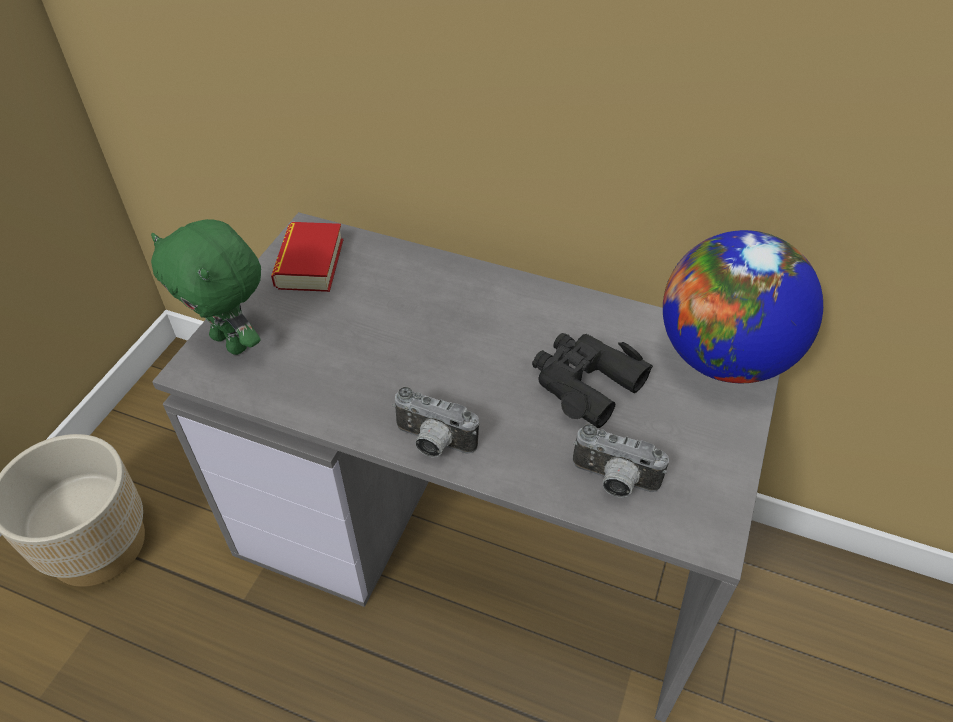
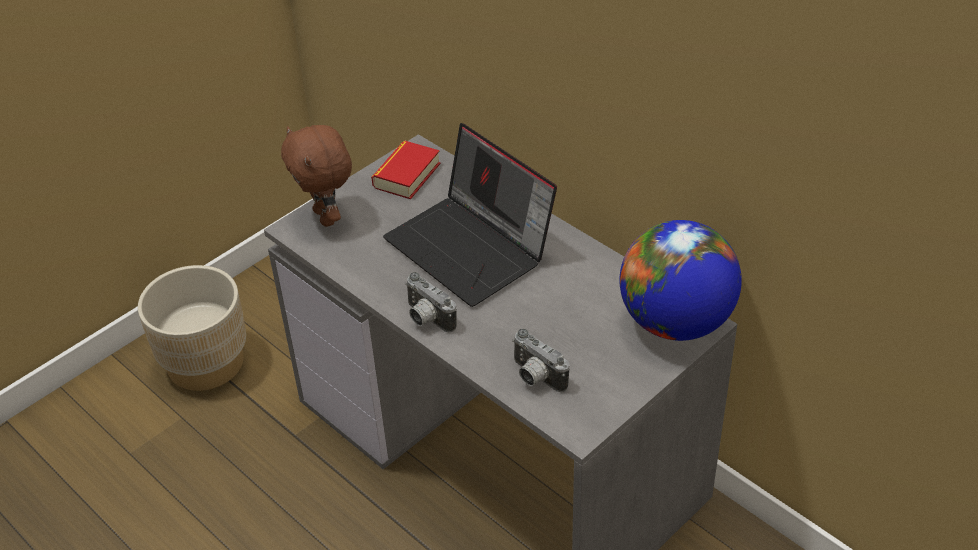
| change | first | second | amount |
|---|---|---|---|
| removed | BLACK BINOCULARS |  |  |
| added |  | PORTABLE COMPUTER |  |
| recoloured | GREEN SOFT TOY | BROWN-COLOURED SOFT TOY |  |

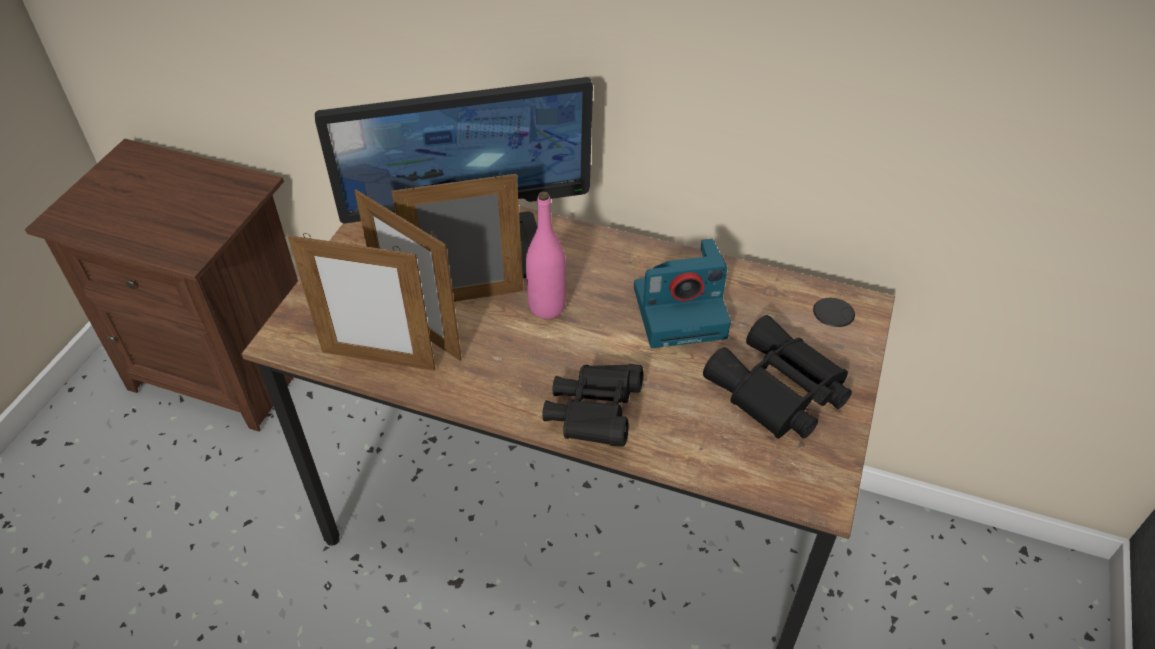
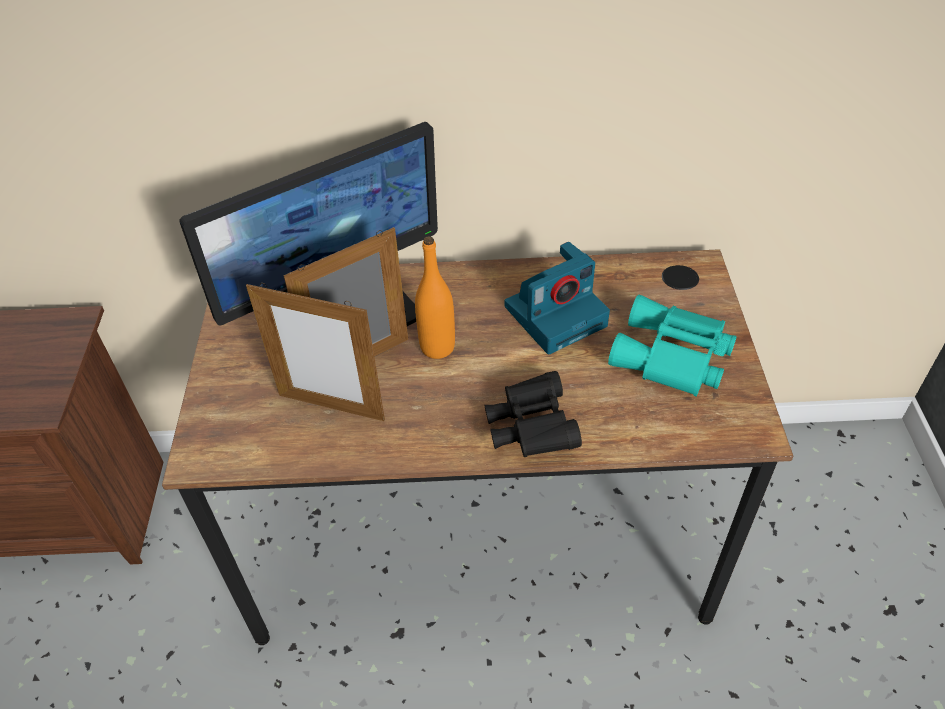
| change | first | second | amount |
|---|---|---|---|
| removed | STANDING FRAME (1st from left) |  |  |
| recoloured | PINKISH BOTTLE | ORANGEY BOTTLE |  |
| recoloured | BLACK BINOCULARS (2nd from left) | TURQUOISE BINOCULARS |  |

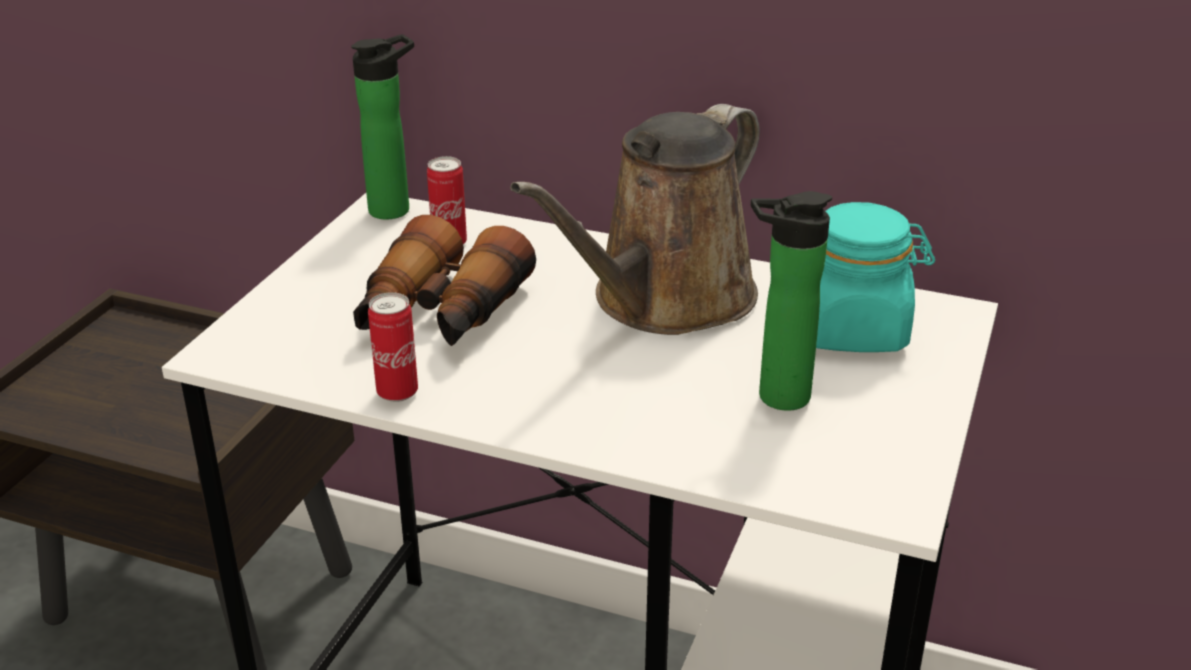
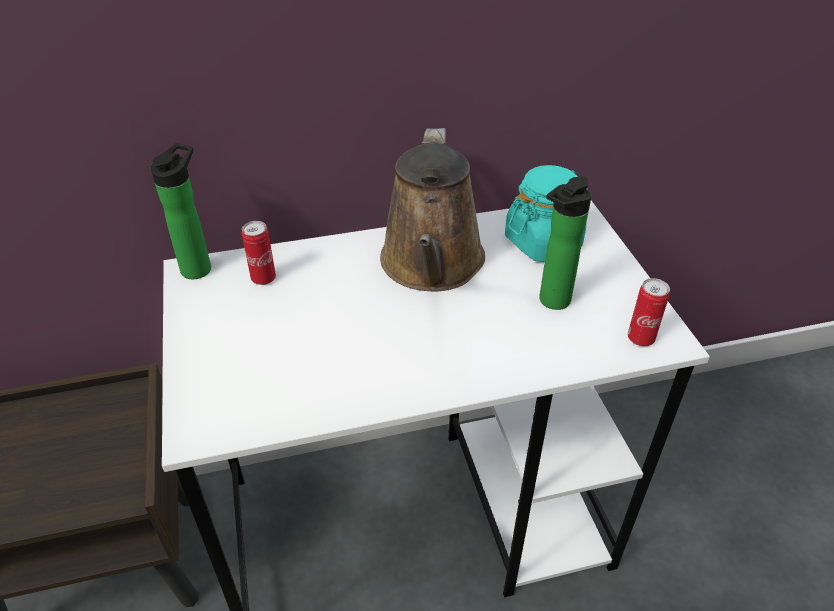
| change | first | second | amount |
|---|---|---|---|
| removed | BINOCULARS |  |  |
| moved | CAN (1st from left in the first image) | CAN (2nd from left) |  |

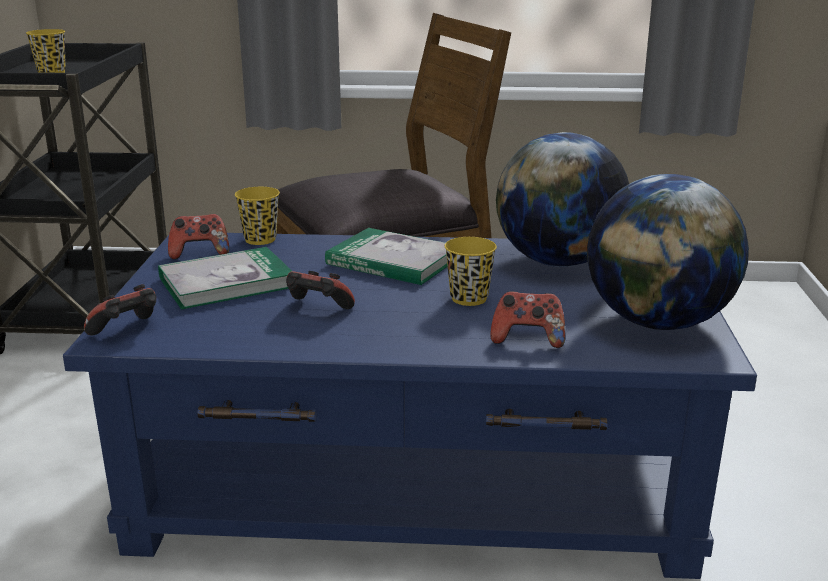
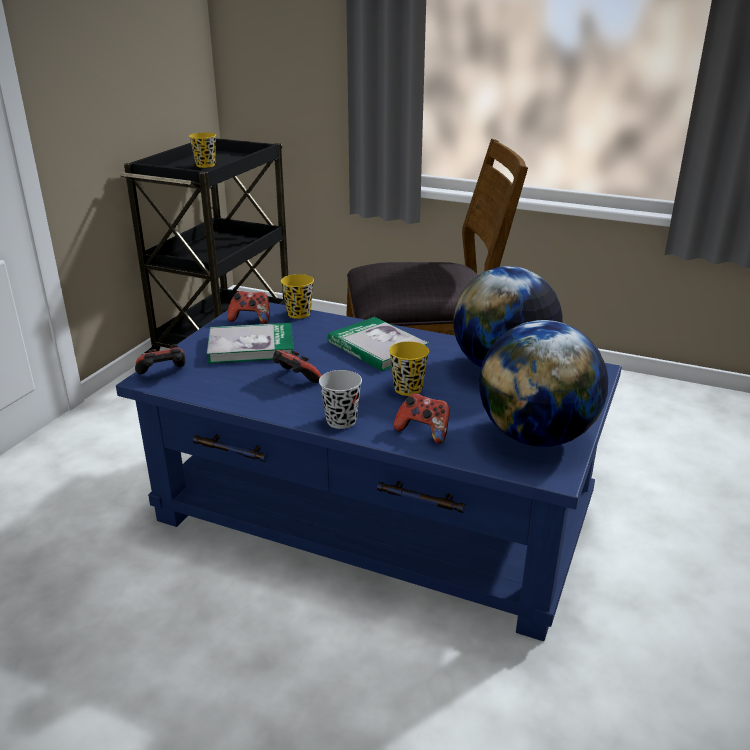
| change | first | second | amount |
|---|---|---|---|
| added |  | BLACK SMALL CUP |  |

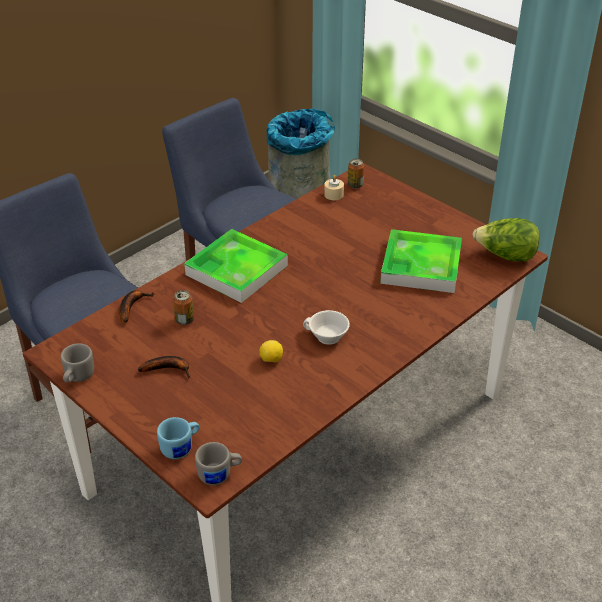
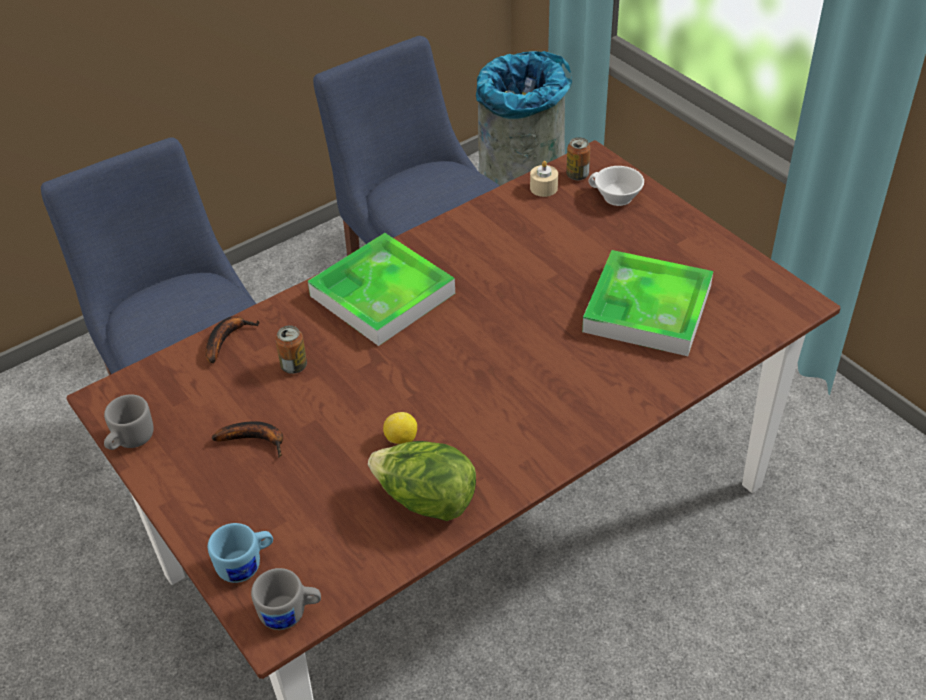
| change | first | second | amount |
|---|---|---|---|
| moved | WHITISH SMALL CUP |  |  |
| moved | LETTUCE |  |  |

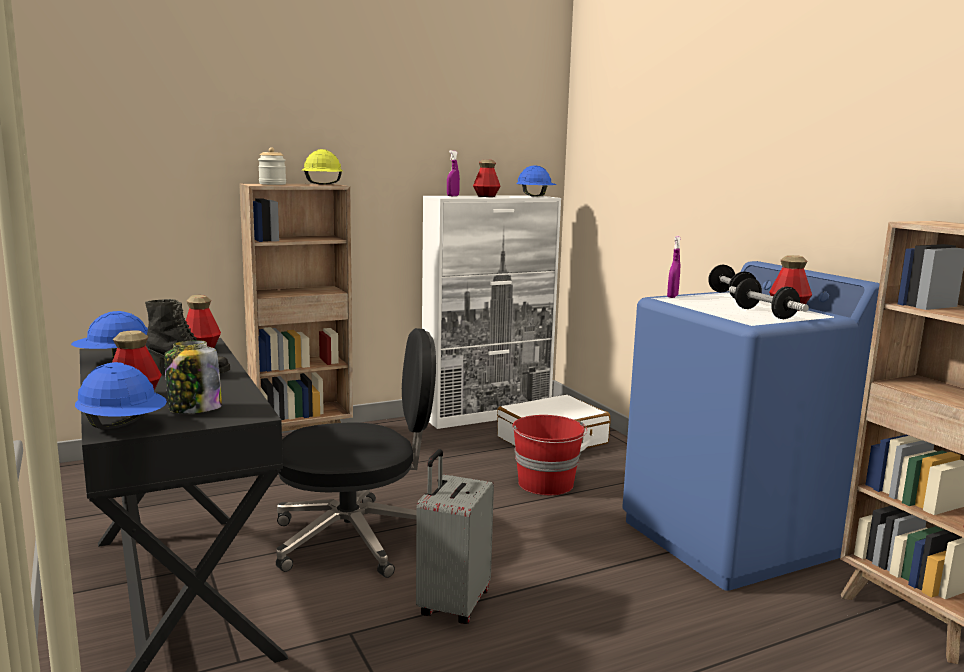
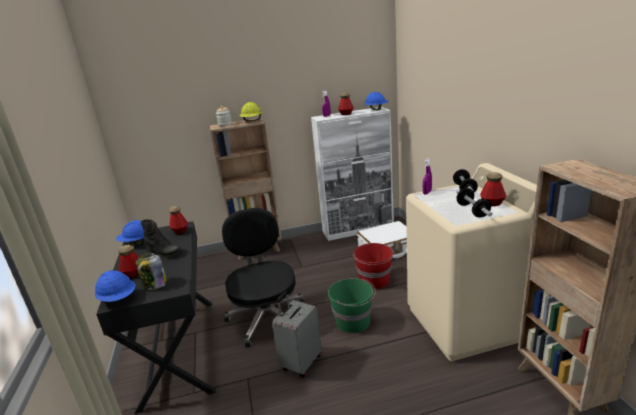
| change | first | second | amount |
|---|---|---|---|
| added |  | GREEN PAIL |  |
| recoloured | BLUE-COLOURED WASHING MACHINE | SAND-COLOURED WASHING MACHINE |  |
| turned | BLACK DESK CHAIR |  | 105 degrees counterclockwise |

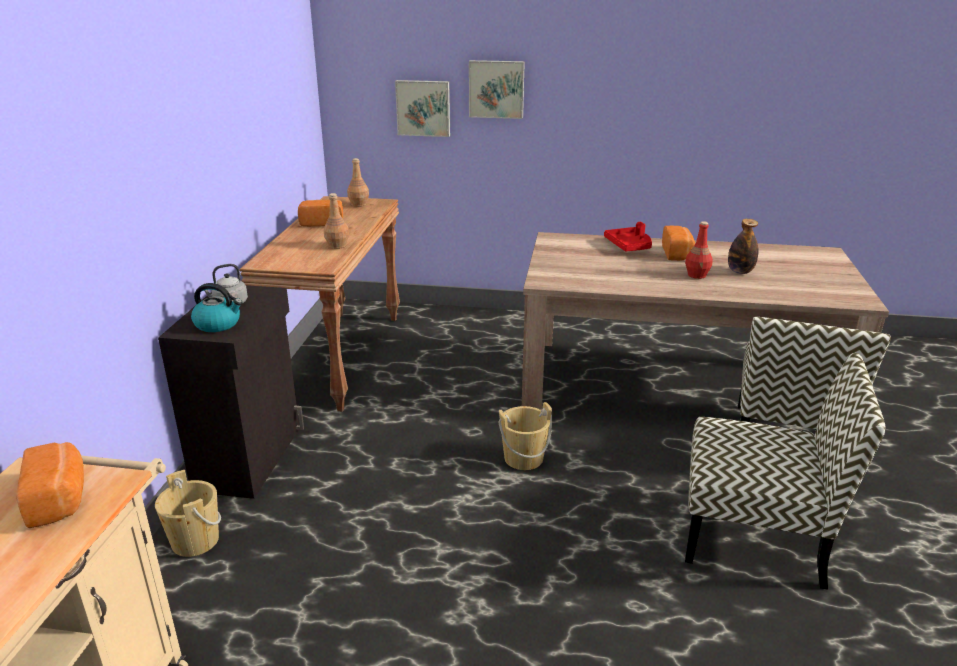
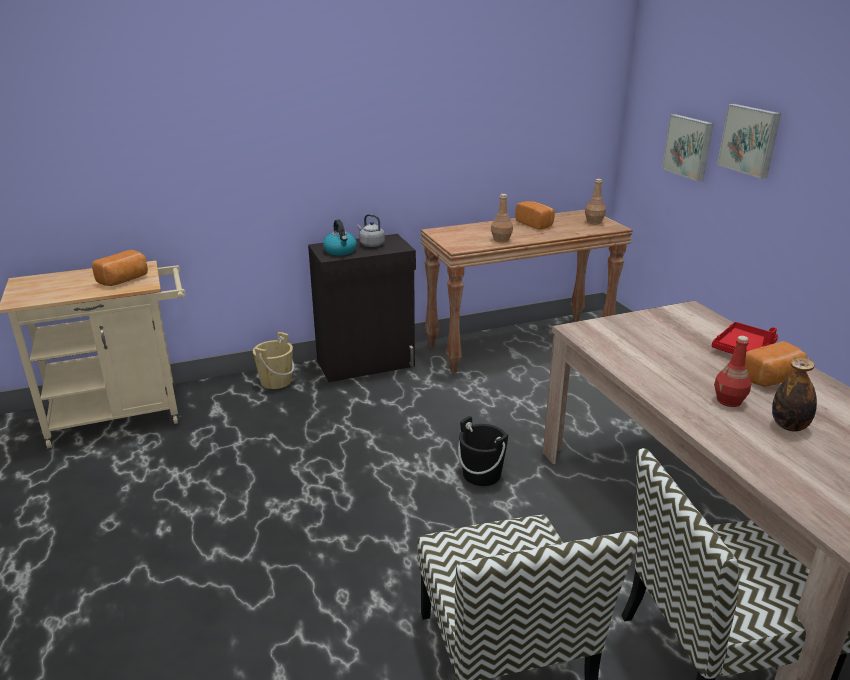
| change | first | second | amount |
|---|---|---|---|
| recoloured | SAND-COLOURED PAIL (2nd from left) | BLACK PAIL |  |

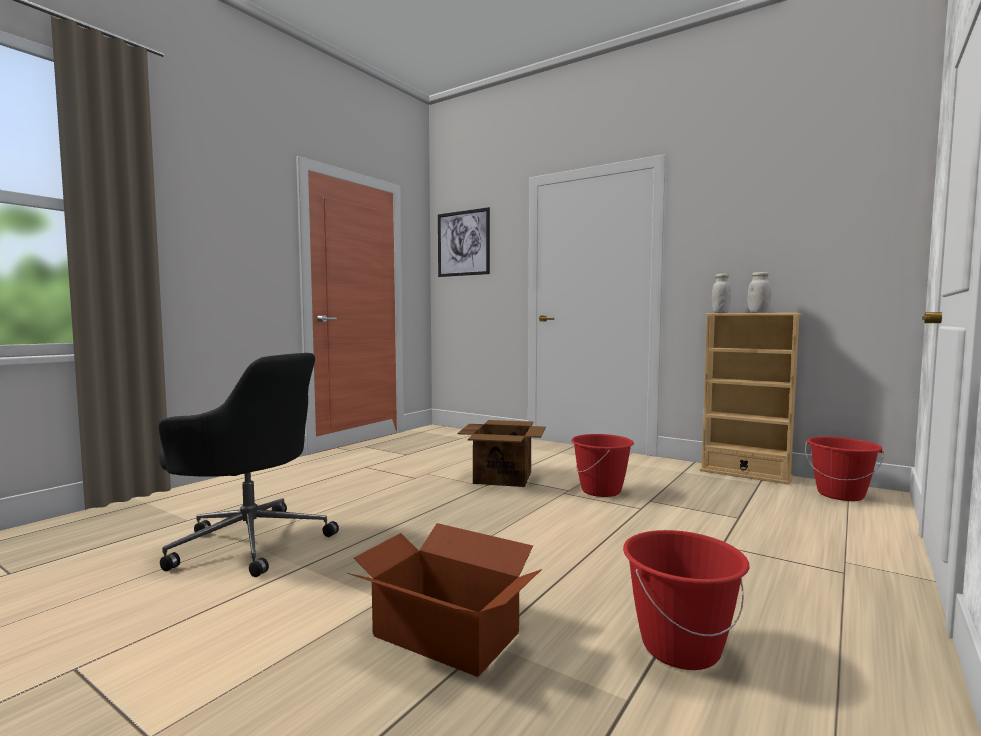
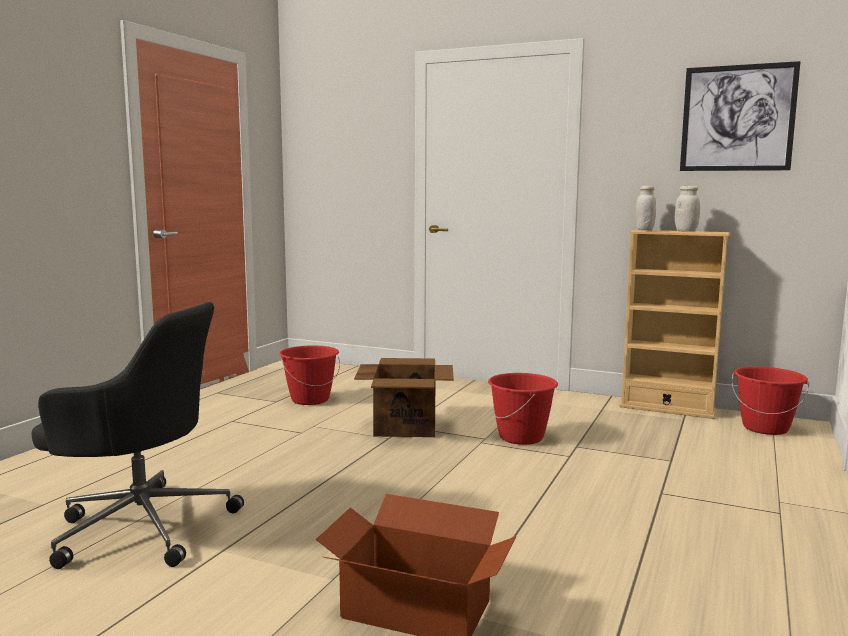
| change | first | second | amount |
|---|---|---|---|
| moved | WALL PICTURE |  |  |
| moved | RED-COLOURED PAIL (2nd from left in the first image) | RED-COLOURED PAIL (1st from left) |  |

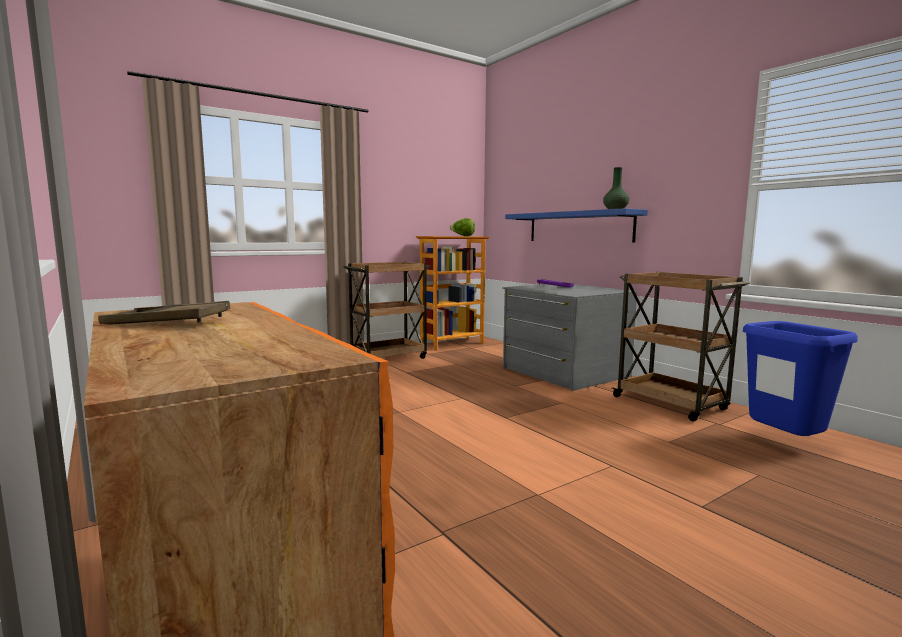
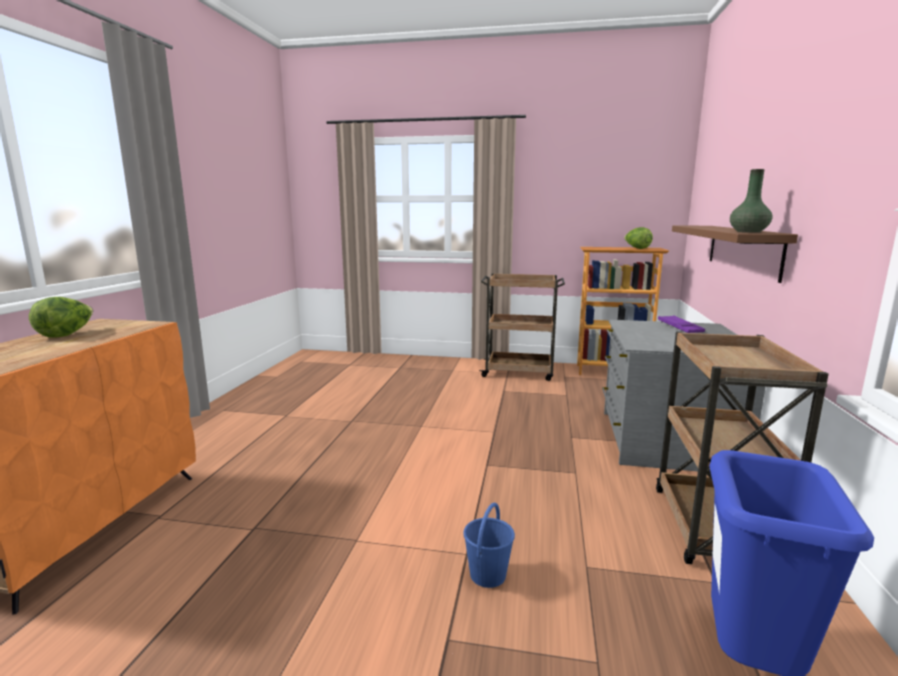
| change | first | second | amount |
|---|---|---|---|
| added |  | BLUE-COLOURED PAIL |  |
| replaced | BROWN-COLOURED TRAY | LETTUCE (1st from left) |  |
| recoloured | BLUE-COLOURED WALL SHELF | BROWN-COLOURED WALL SHELF |  |

